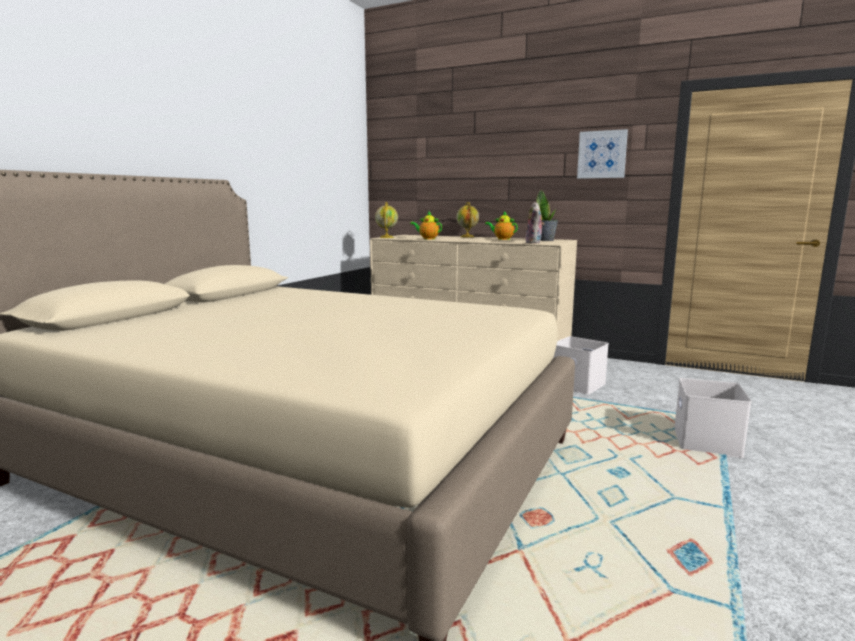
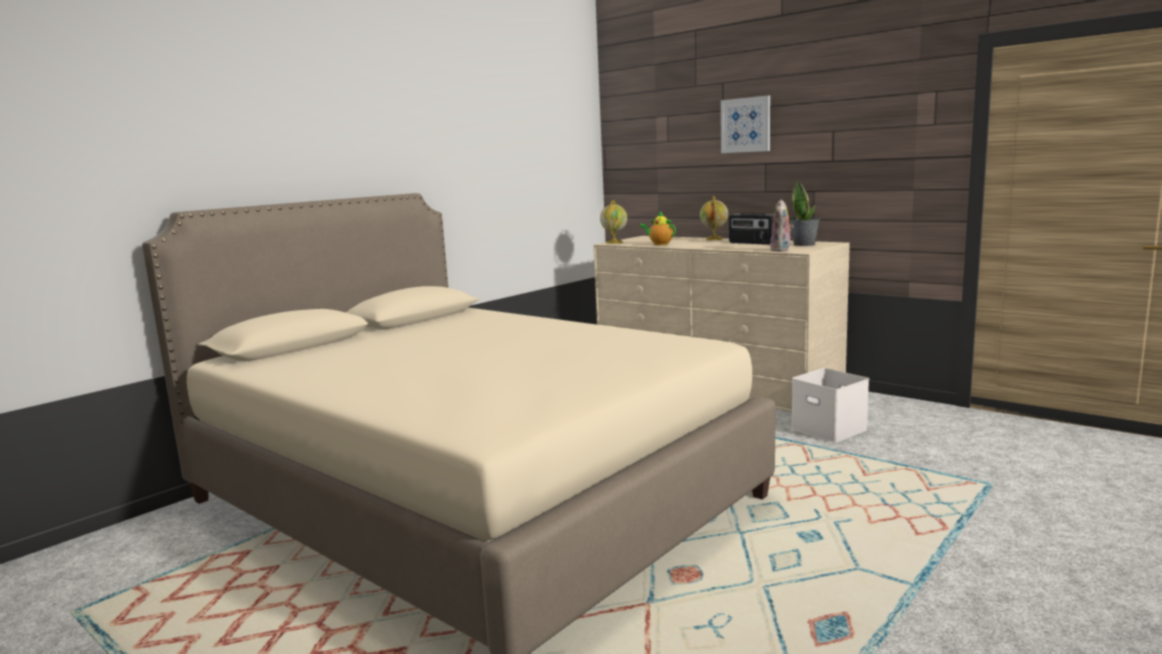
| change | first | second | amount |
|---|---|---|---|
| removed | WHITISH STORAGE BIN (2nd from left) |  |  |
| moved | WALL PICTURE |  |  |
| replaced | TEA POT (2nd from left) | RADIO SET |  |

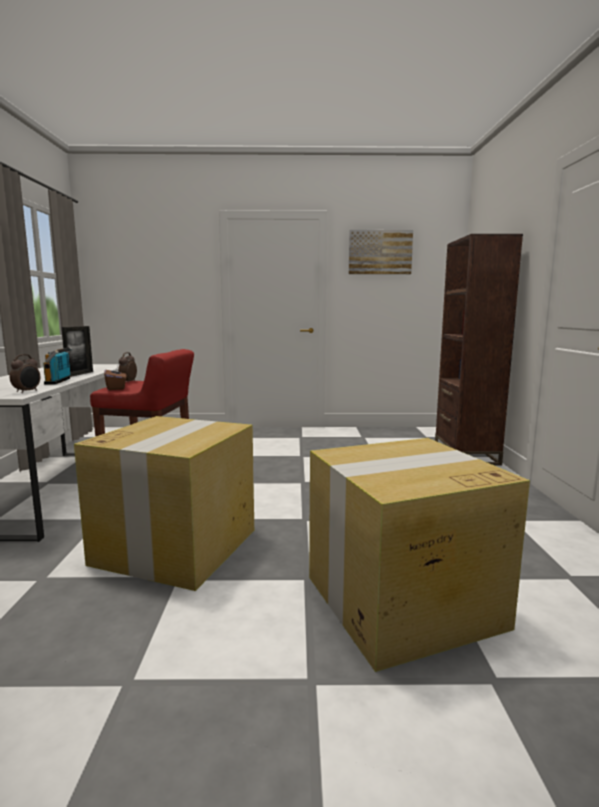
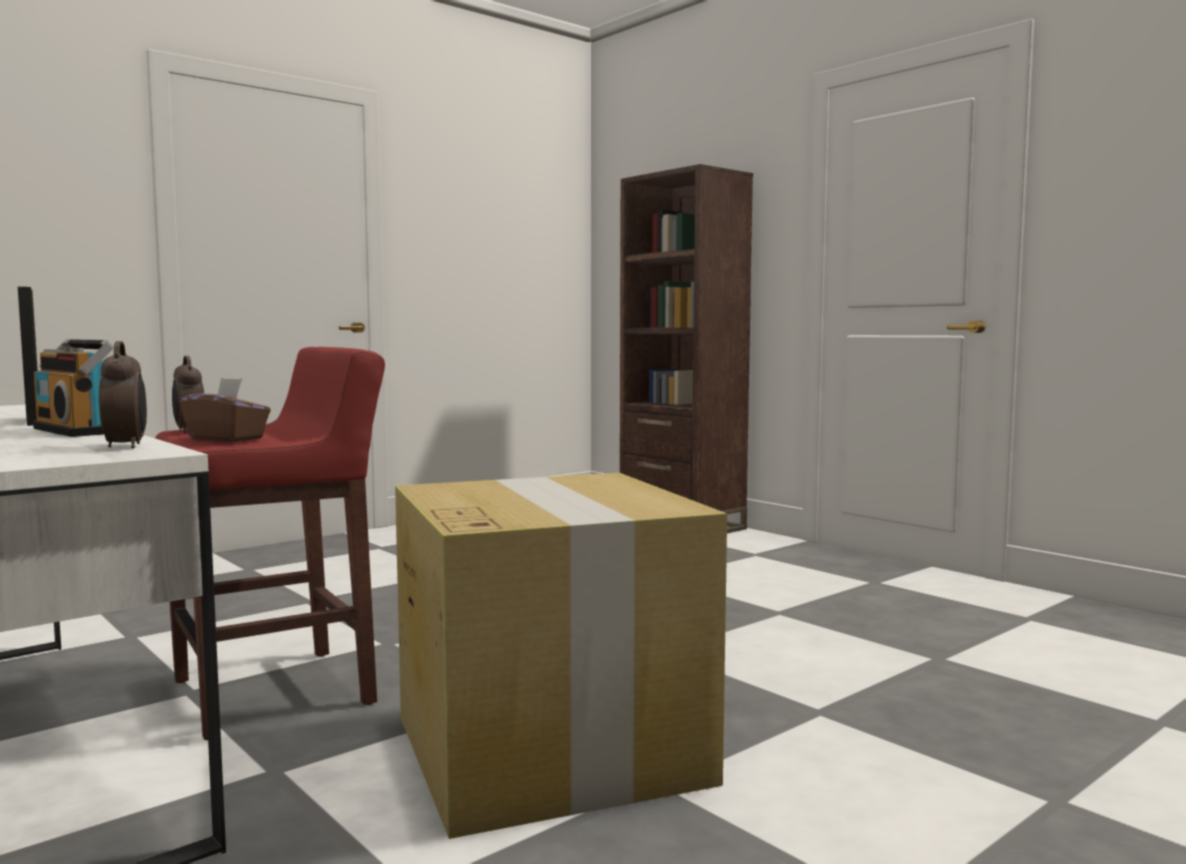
| change | first | second | amount |
|---|---|---|---|
| removed | CARTON (2nd from left) |  |  |
| removed | WALL PICTURE |  |  |

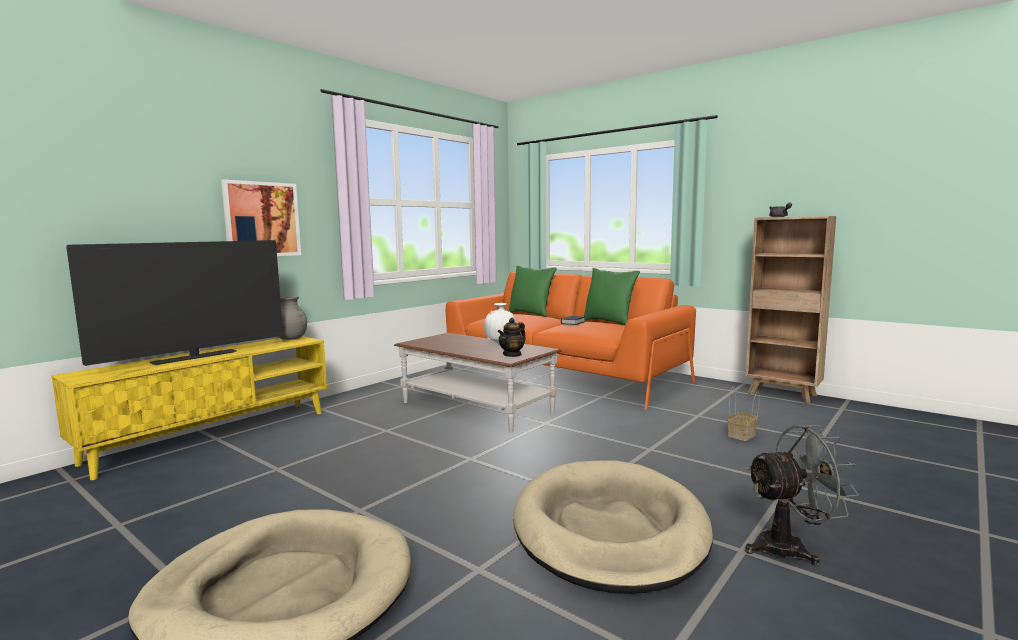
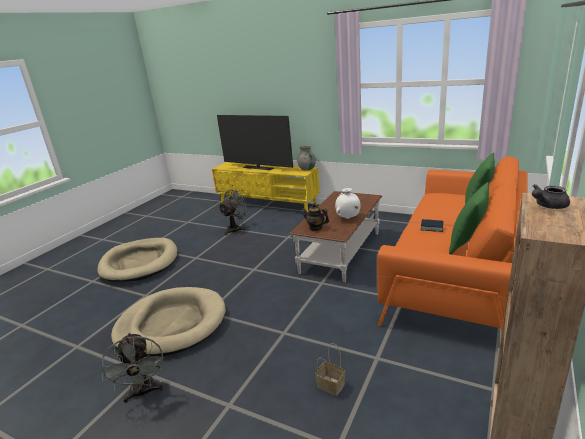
| change | first | second | amount |
|---|---|---|---|
| removed | WALL PICTURE |  |  |
| added |  | GRAY COOLING FAN (2nd from left) |  |

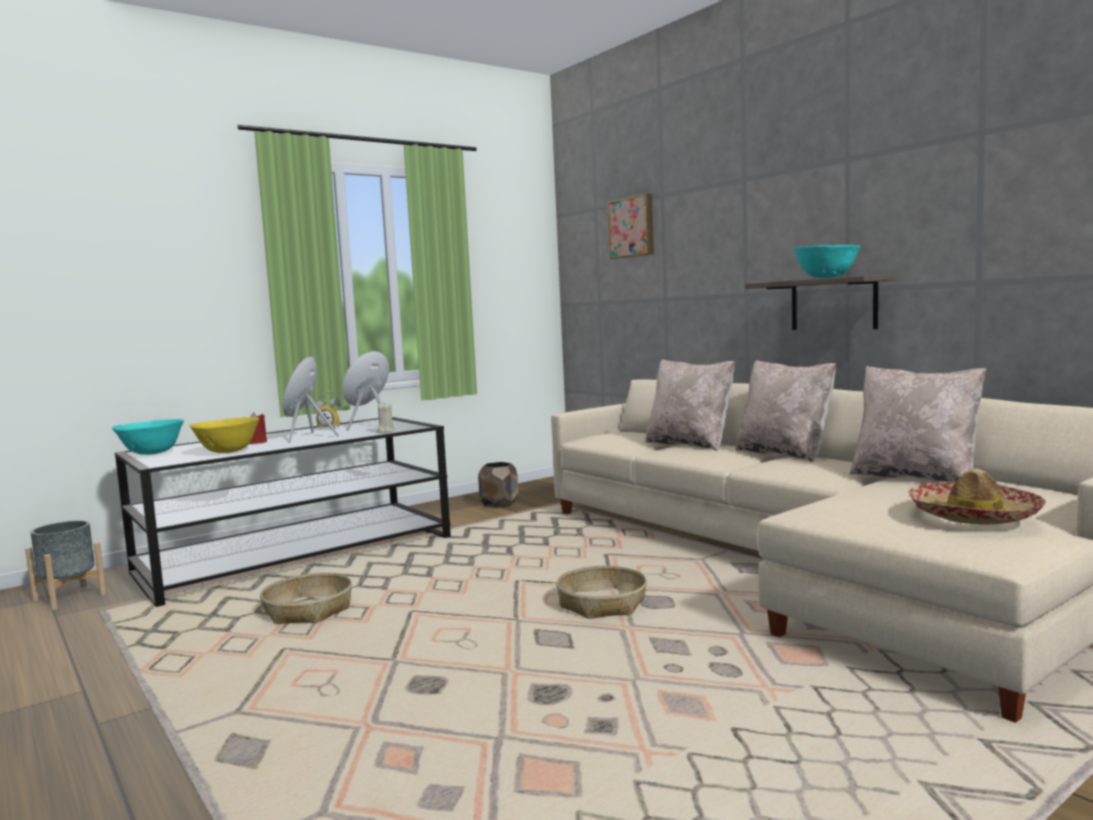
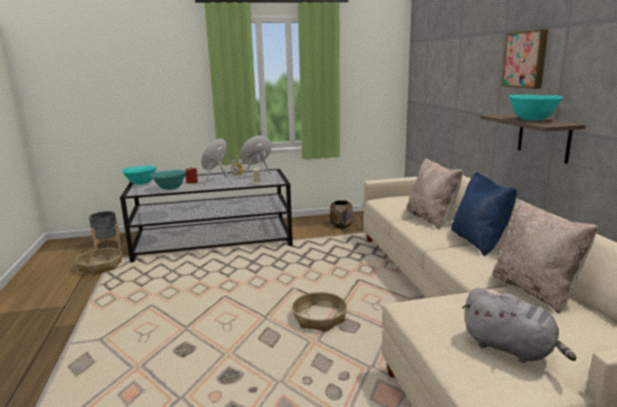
| change | first | second | amount |
|---|---|---|---|
| moved | HOUSEHOLD BASKET (1st from left) |  |  |
| moved | WALL PICTURE |  |  |
| replaced | HAT | GRAY SOFT TOY |  |
| recoloured | YELLOWISH BOWL | TURQUOISE BOWL (2nd from left) |  |
| recoloured | SAND-COLOURED CUSHION (2nd from left) | BLUE-COLOURED CUSHION |  |

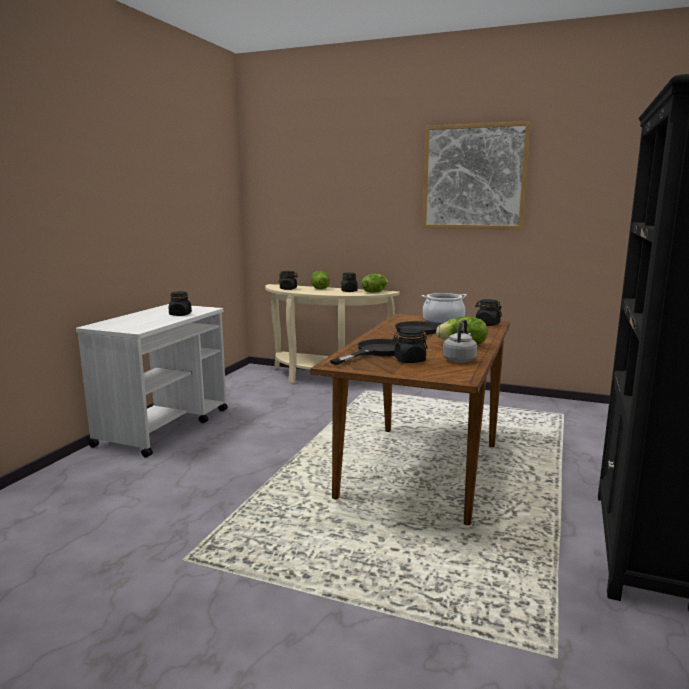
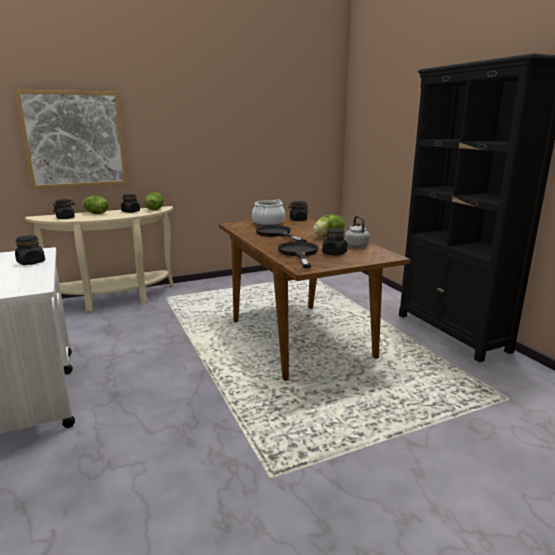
| change | first | second | amount |
|---|---|---|---|
| moved | WALL PICTURE |  |  |

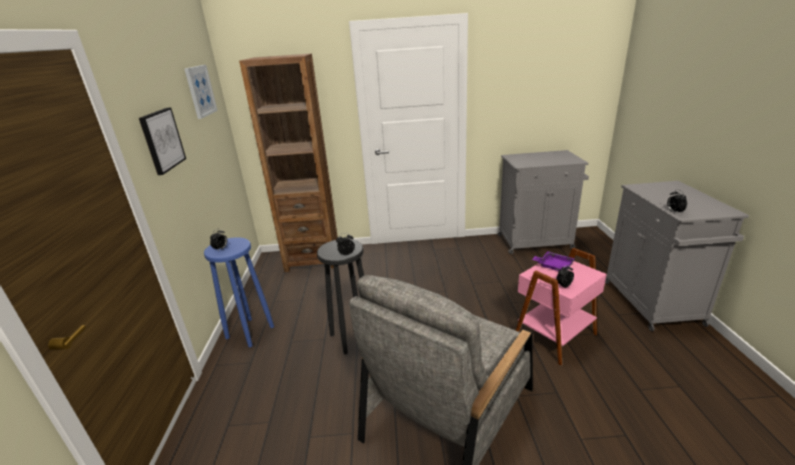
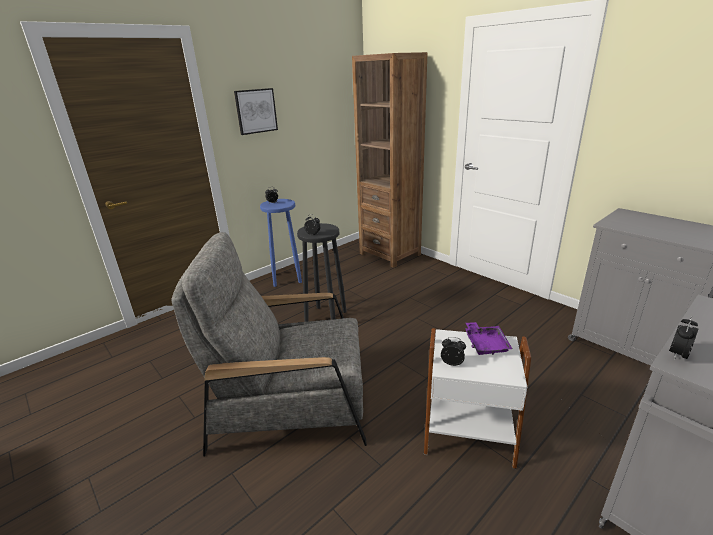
| change | first | second | amount |
|---|---|---|---|
| removed | WALL PICTURE (2nd from left) |  |  |
| recoloured | PINKISH ACCENT TABLE | WHITISH ACCENT TABLE |  |

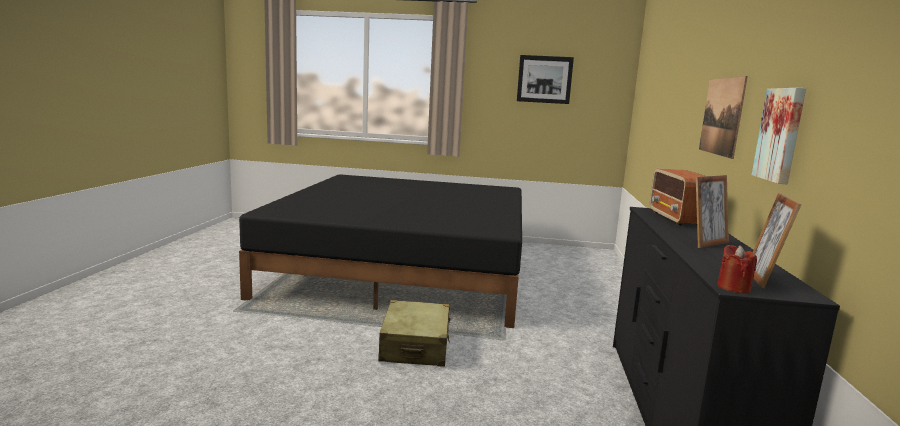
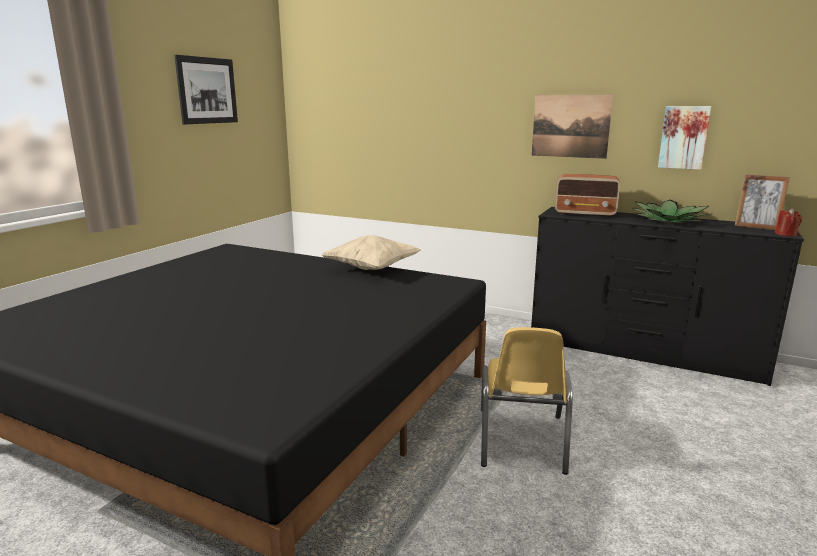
| change | first | second | amount |
|---|---|---|---|
| added |  | SAND-COLOURED CUSHION |  |
| replaced | SAND-COLOURED SUITCASE | YELLOWISH UPRIGHT CHAIR |  |
| replaced | STANDING FRAME (1st from left) | PLANT IN A POT |  |

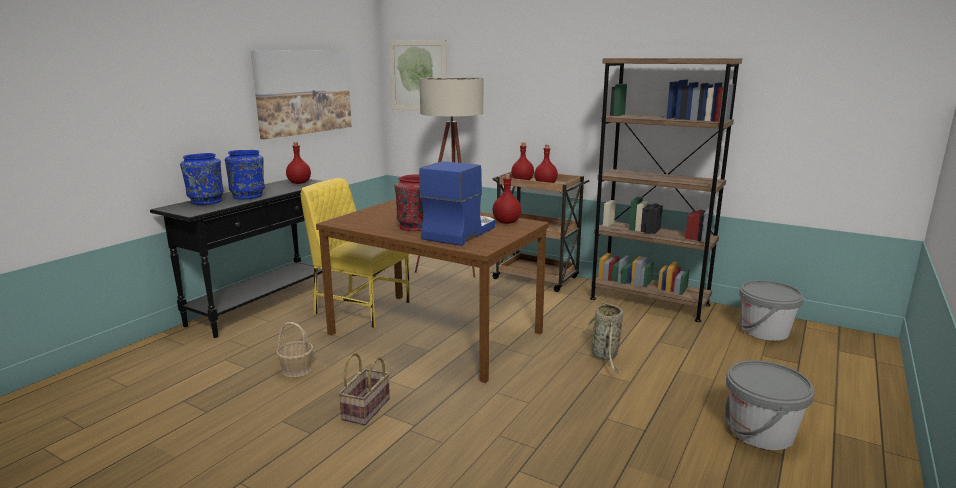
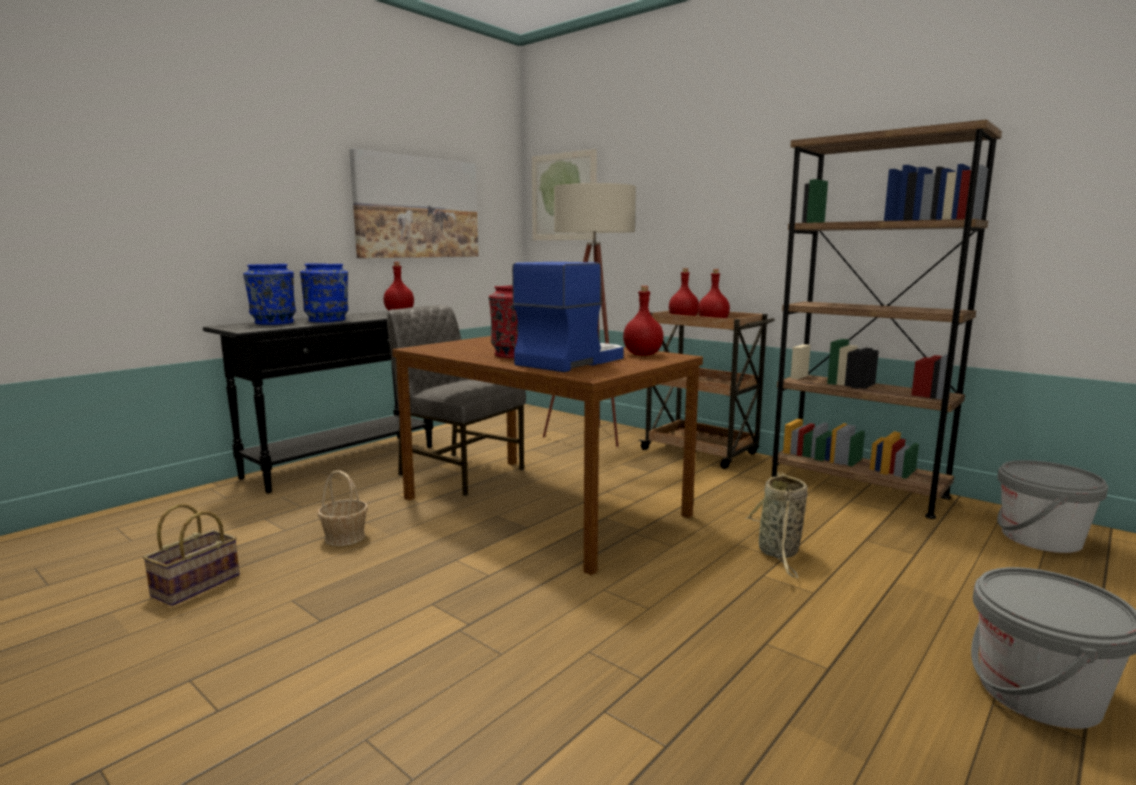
| change | first | second | amount |
|---|---|---|---|
| moved | HOUSEHOLD BASKET (2nd from left in the first image) | HOUSEHOLD BASKET (1st from left) |  |
| recoloured | YELLOWISH UPRIGHT CHAIR | GRAY UPRIGHT CHAIR |  |

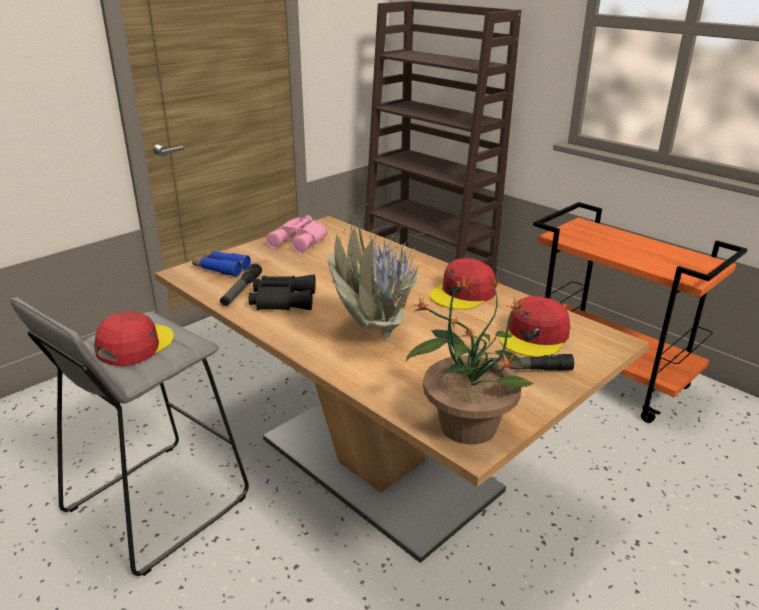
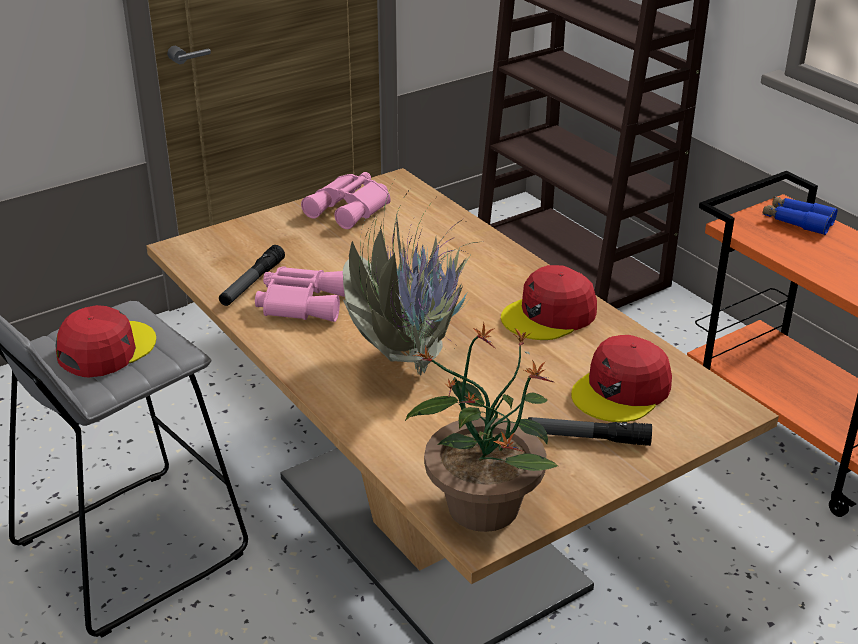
| change | first | second | amount |
|---|---|---|---|
| moved | BLUE-COLOURED BINOCULARS |  |  |
| recoloured | BLACK BINOCULARS | PINKISH BINOCULARS (1st from left) |  |

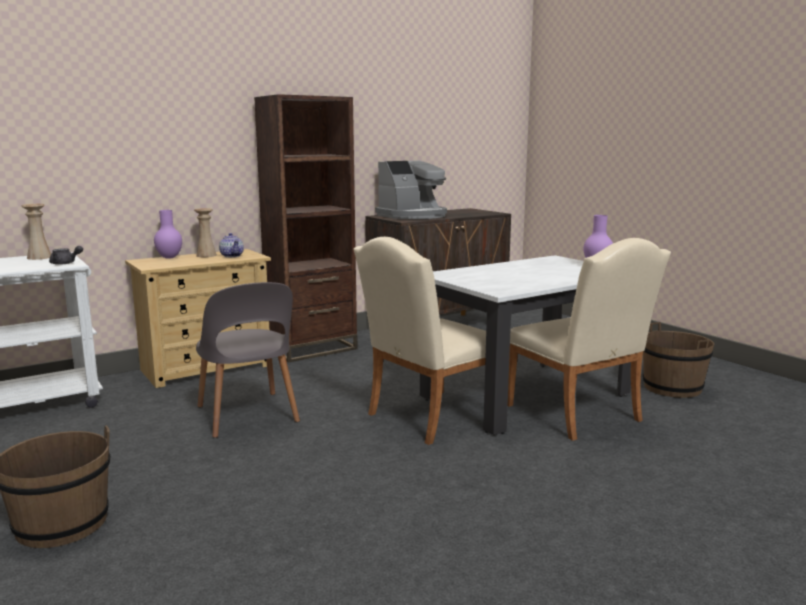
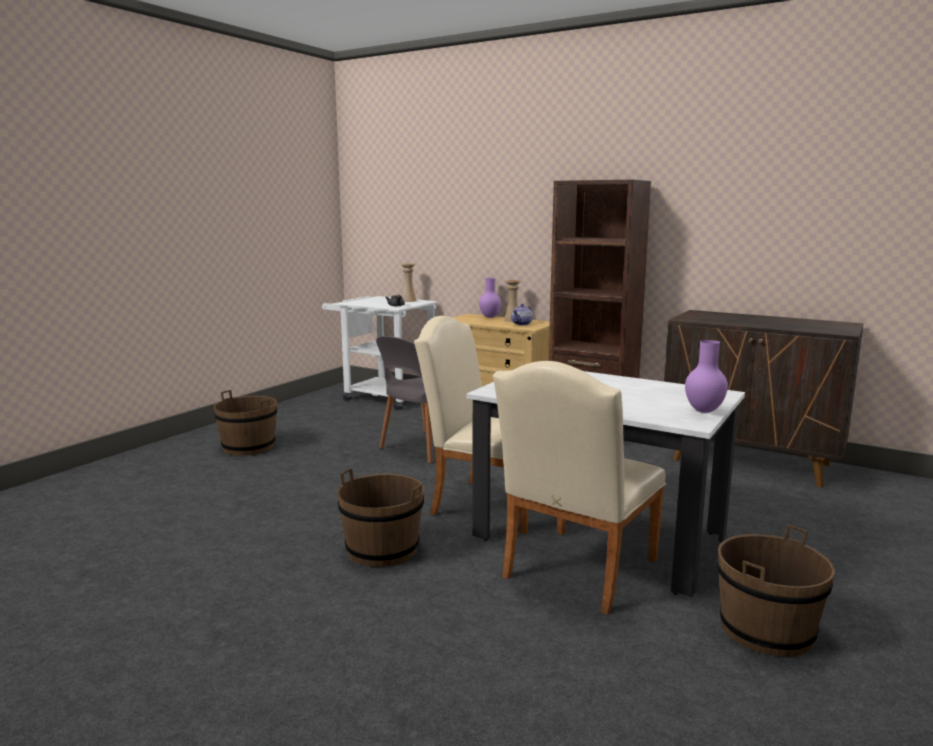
| change | first | second | amount |
|---|---|---|---|
| removed | COFFEE BREWER |  |  |
| added |  | BROWN-COLOURED PAIL (2nd from left) |  |

